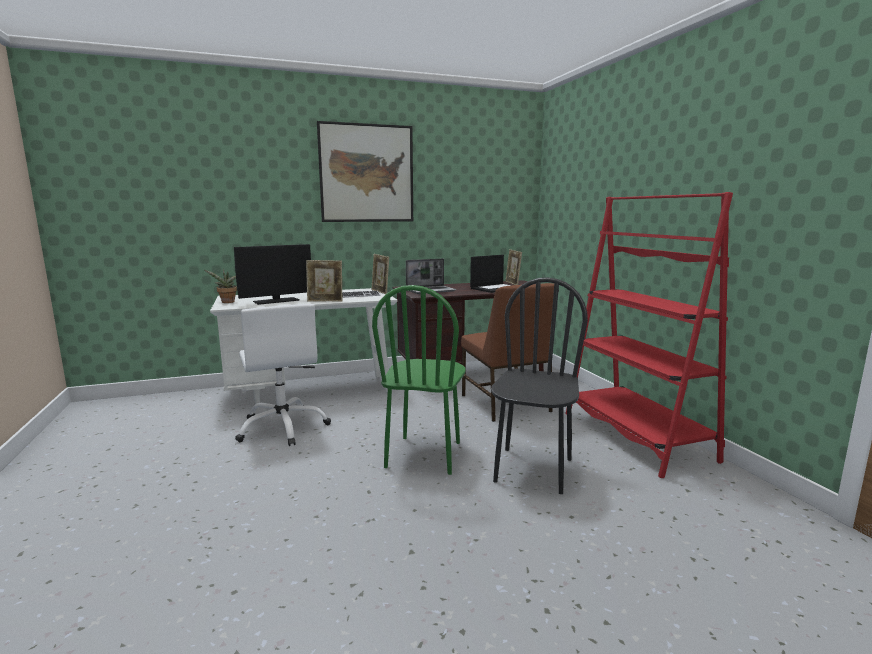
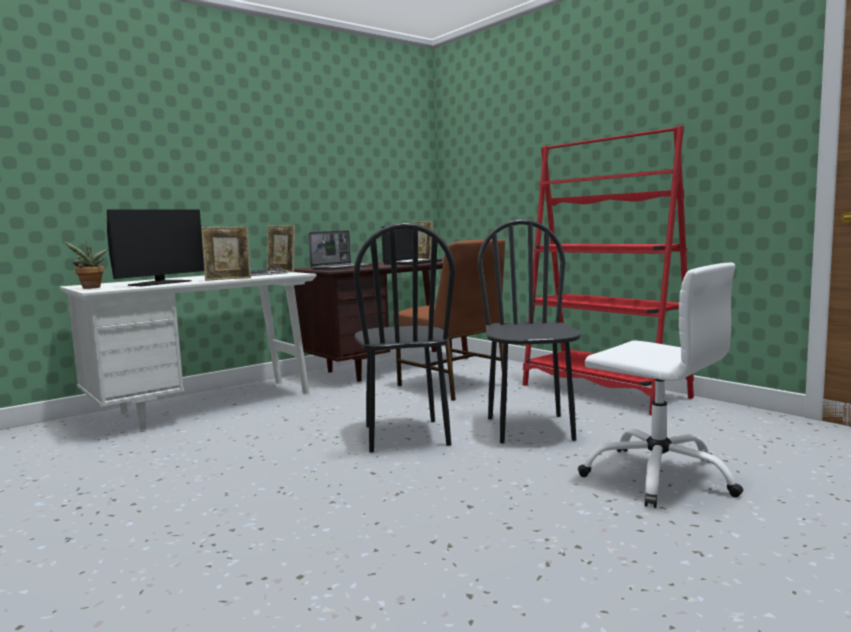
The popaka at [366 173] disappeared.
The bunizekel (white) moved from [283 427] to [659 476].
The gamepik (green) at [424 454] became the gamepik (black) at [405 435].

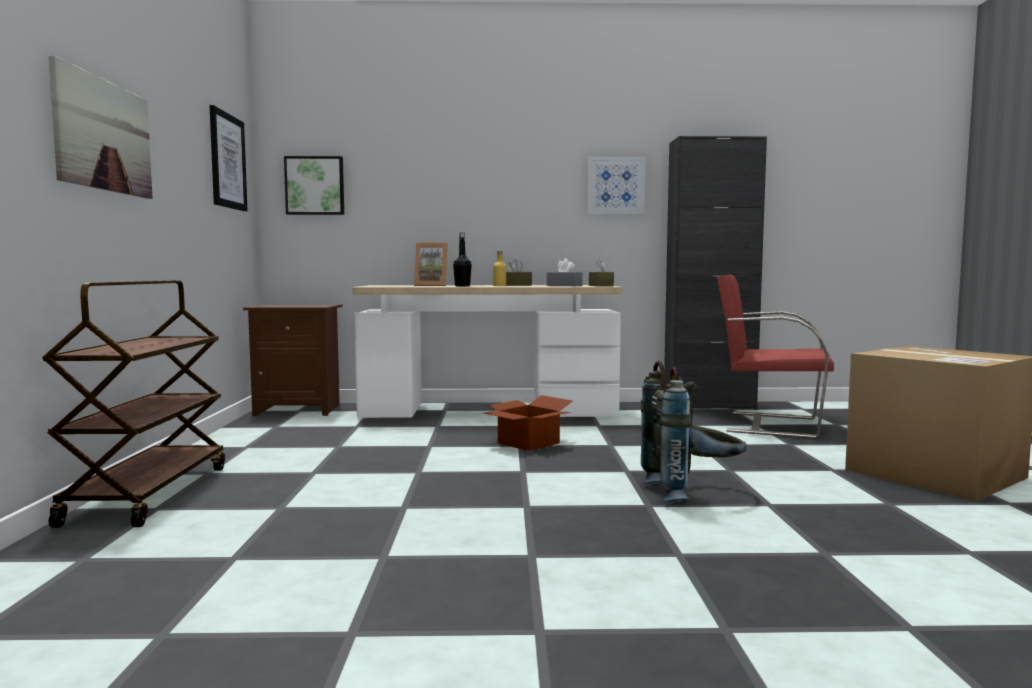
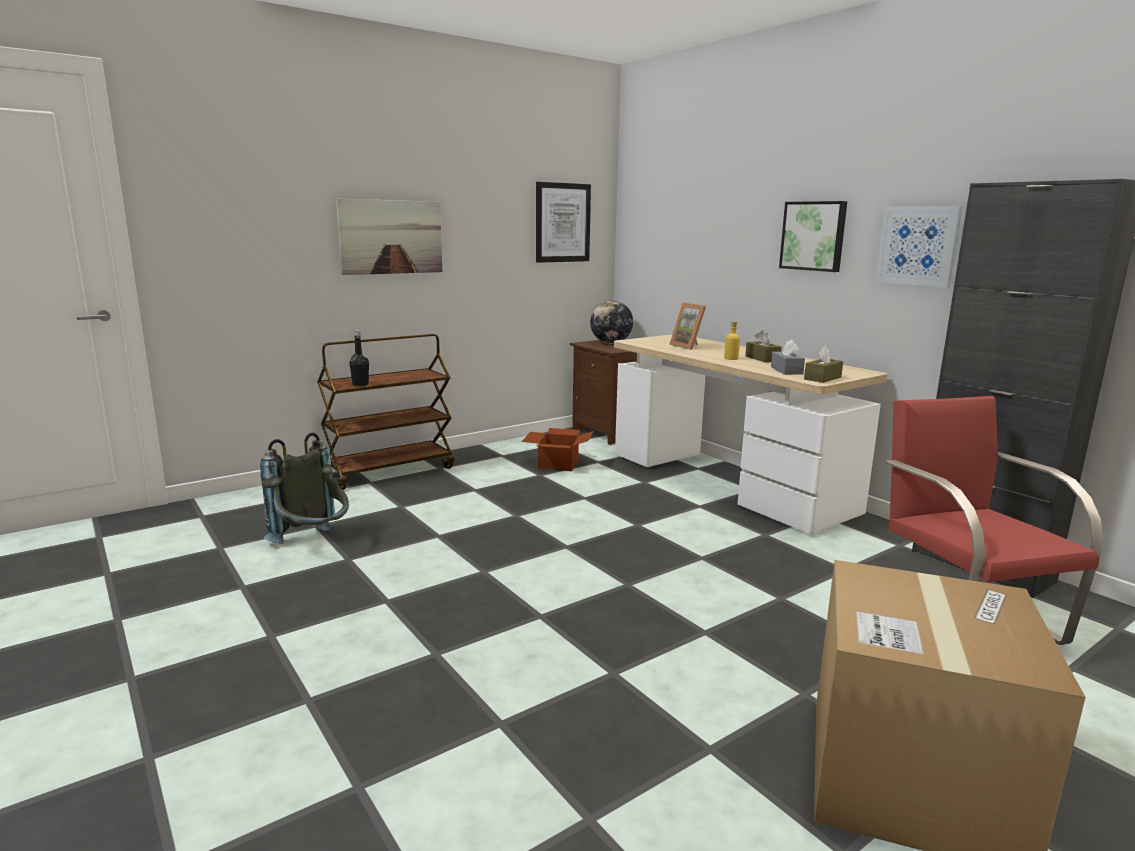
The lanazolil at [611 343] appeared.
The popaka moved from [315 186] to [814 236].
The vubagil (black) moved from [462 286] to [360 384].
The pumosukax moved from [526 443] to [557 464].
The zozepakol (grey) moved from [692 493] to [313 544].

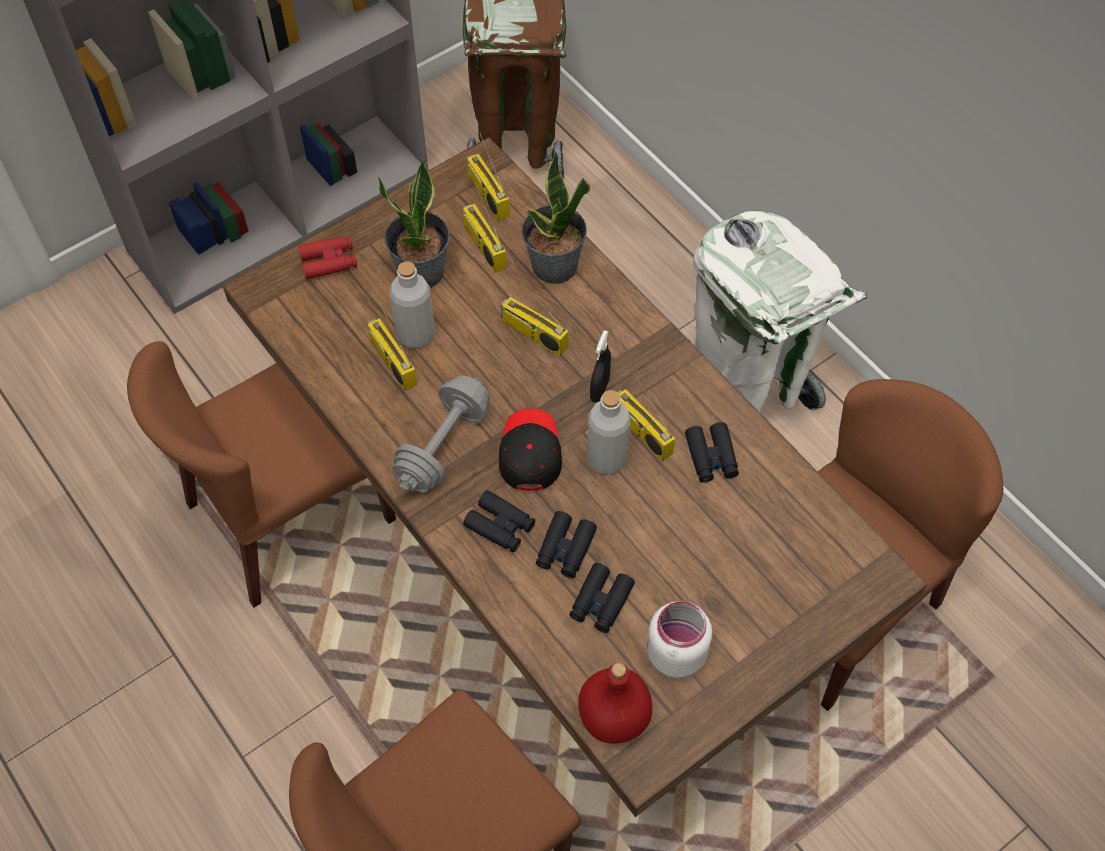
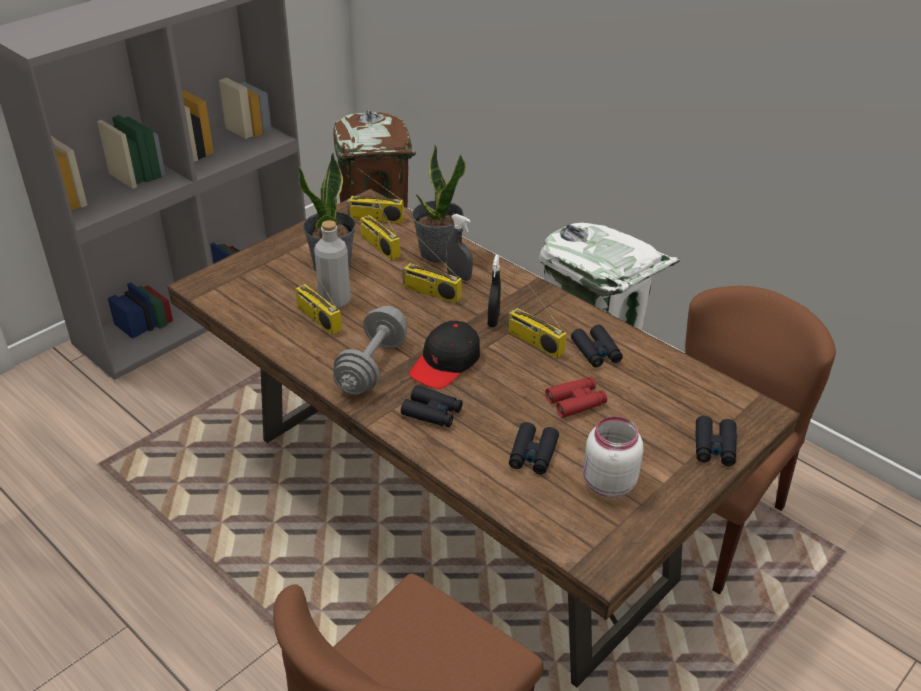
The gamepik (brown) at [290 514] disappeared.
The vubagil (red) at [614 716] disappeared.
The vubagil (grey) at [606 459] disappeared.
The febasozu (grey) at [459 276] appeared.
The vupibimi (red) moved from [329 261] to [576 402].
The vupibimi (black) moved from [565 549] to [714 447].
The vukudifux at [487 195] turned 45 degrees counterclockwise.
The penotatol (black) at [529 453] turned 135 degrees counterclockwise.

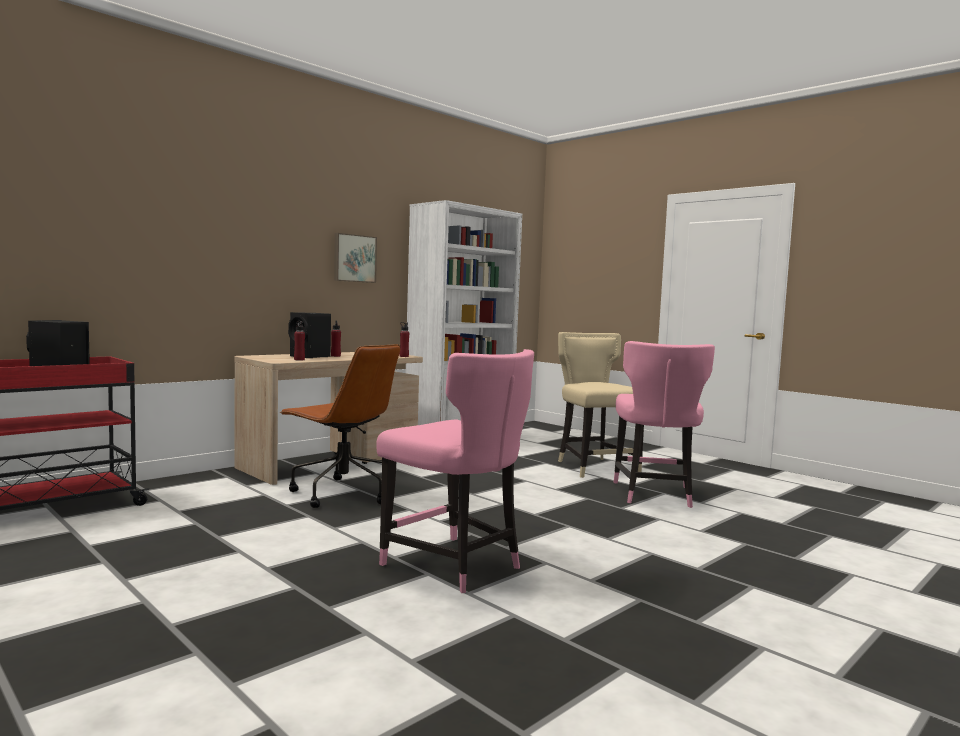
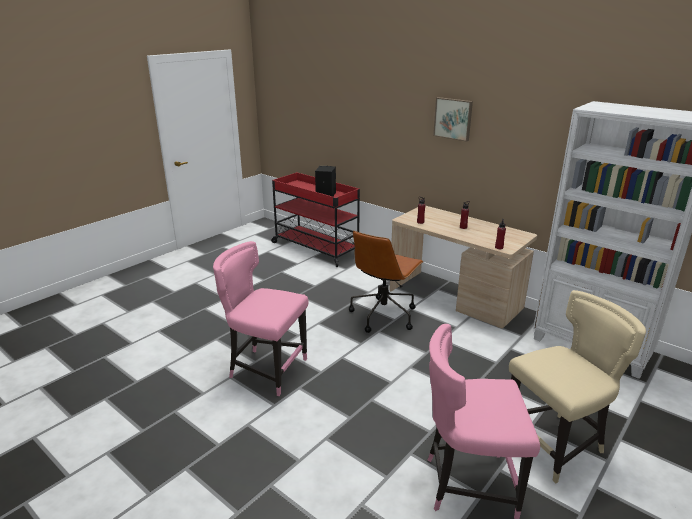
The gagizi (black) at [310 357] disappeared.
The popaka moved from [354 258] to [453 118].
The gamepik (pink) at [455 566] turned 75 degrees clockwise.

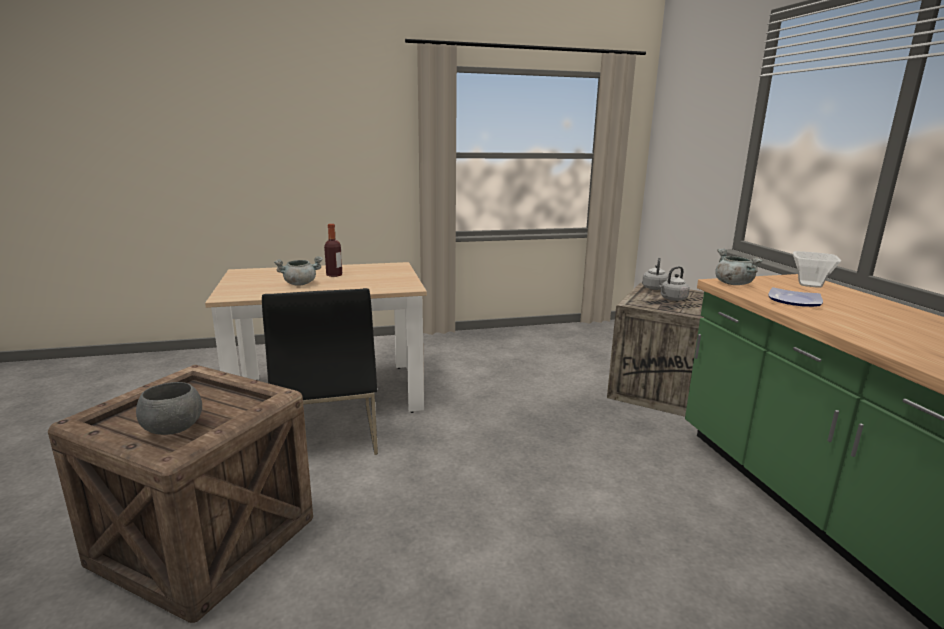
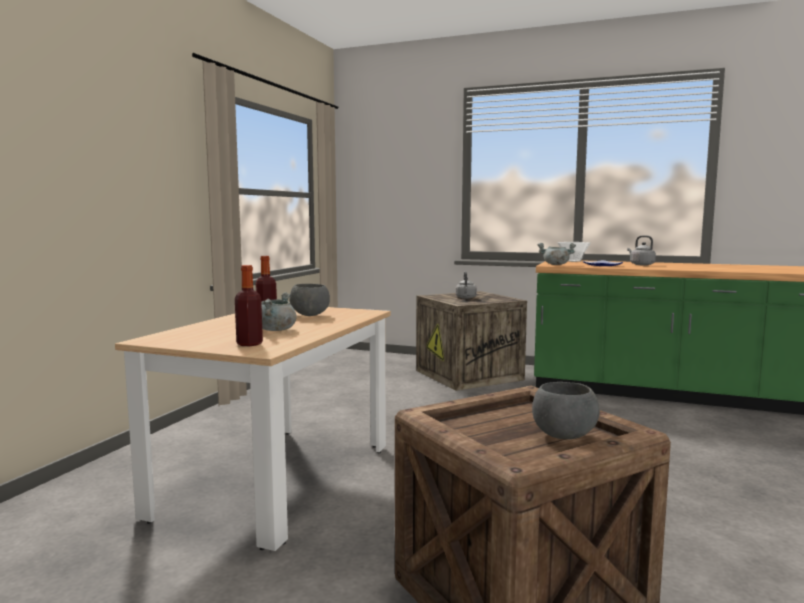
The gamepik (black) at [327 434] disappeared.
The vubagil at [249 344] appeared.
The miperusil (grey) at [309 315] appeared.
The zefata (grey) moved from [654 288] to [640 264].

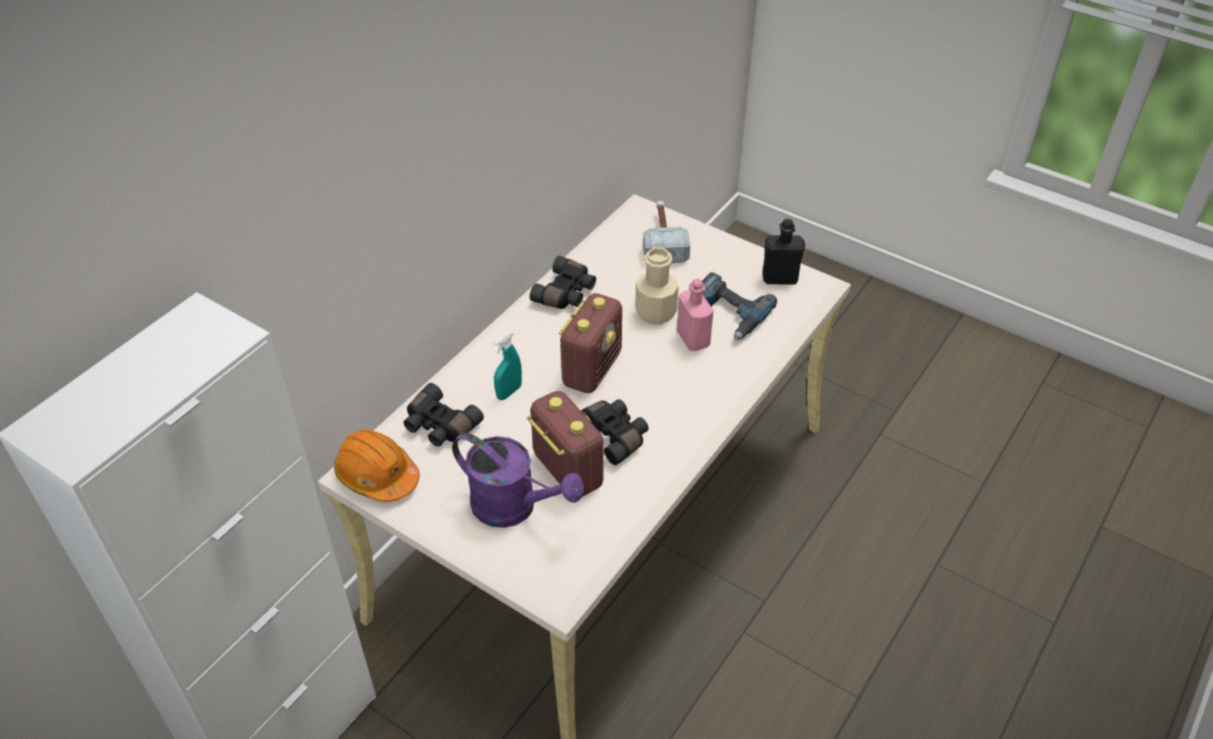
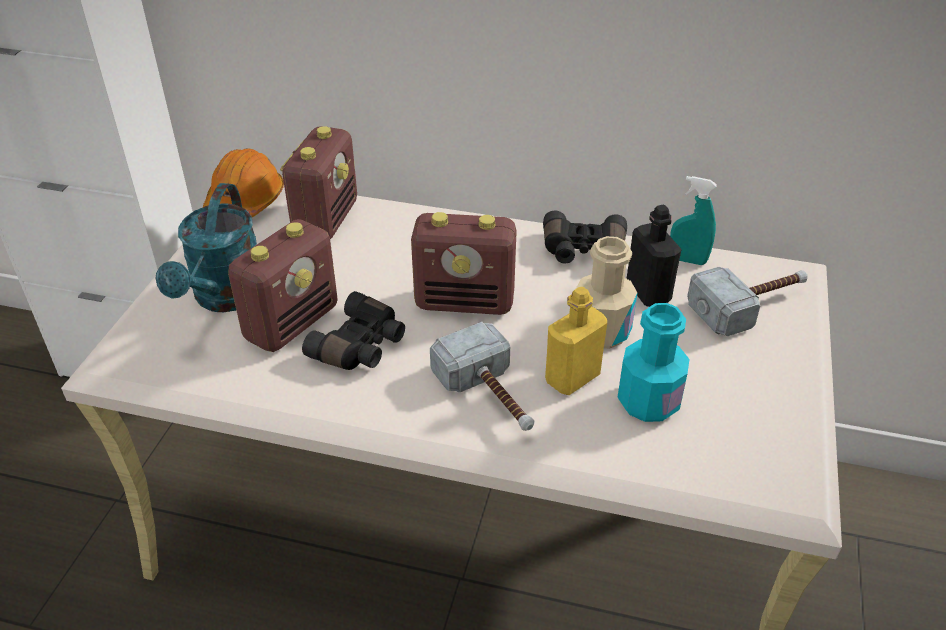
The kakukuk at [491 397] appeared.
The febasozu (turquoise) moved from [509 392] to [687 260].
The vubagil (black) moved from [779 278] to [648 292].
The vupibimi (black) at [439 426] was replaced by the vukudifux at [326 220].
The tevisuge at [728 313] was replaced by the vubagil (turquoise) at [648 402].
The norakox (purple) at [514 507] became the norakox (turquoise) at [225 298].
The vubagil (pink) at [693 339] became the vubagil (yellow) at [572 378].

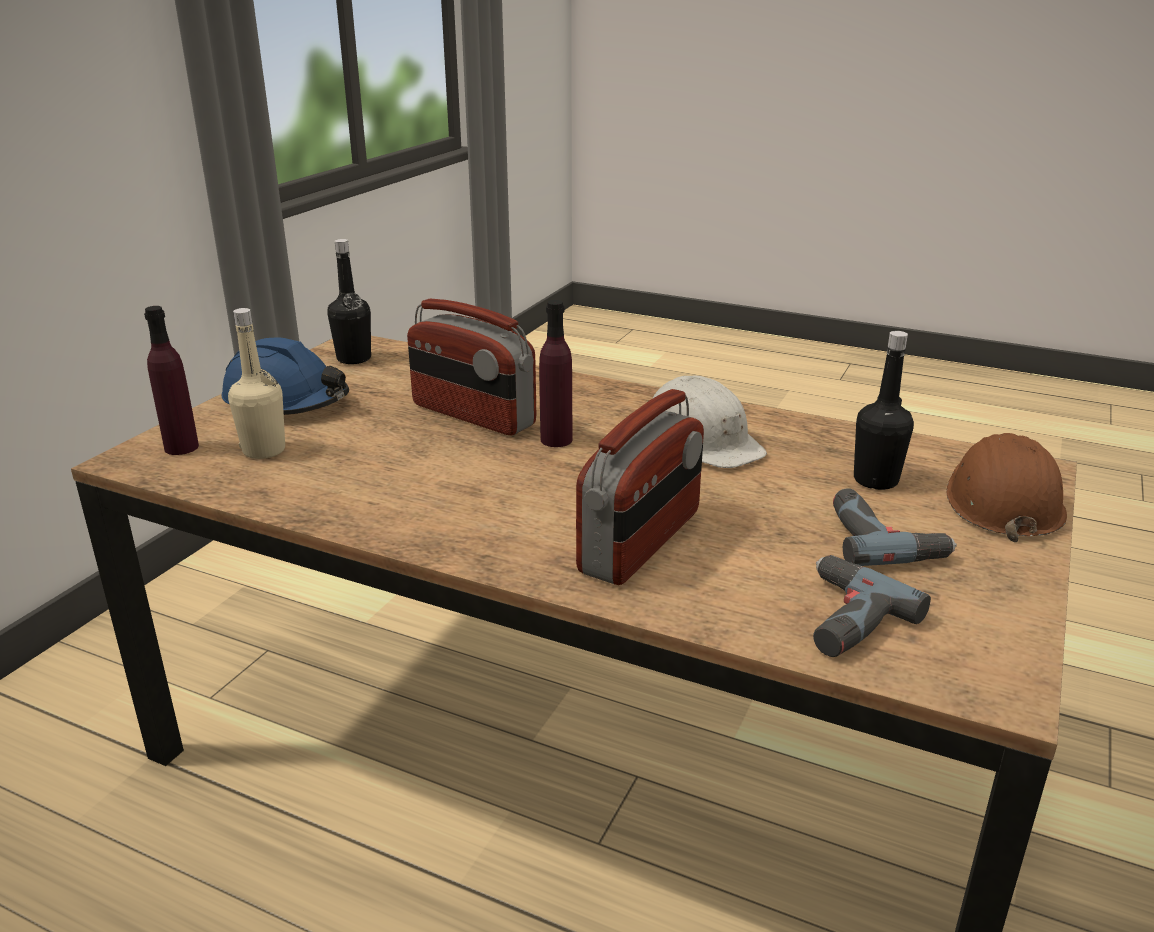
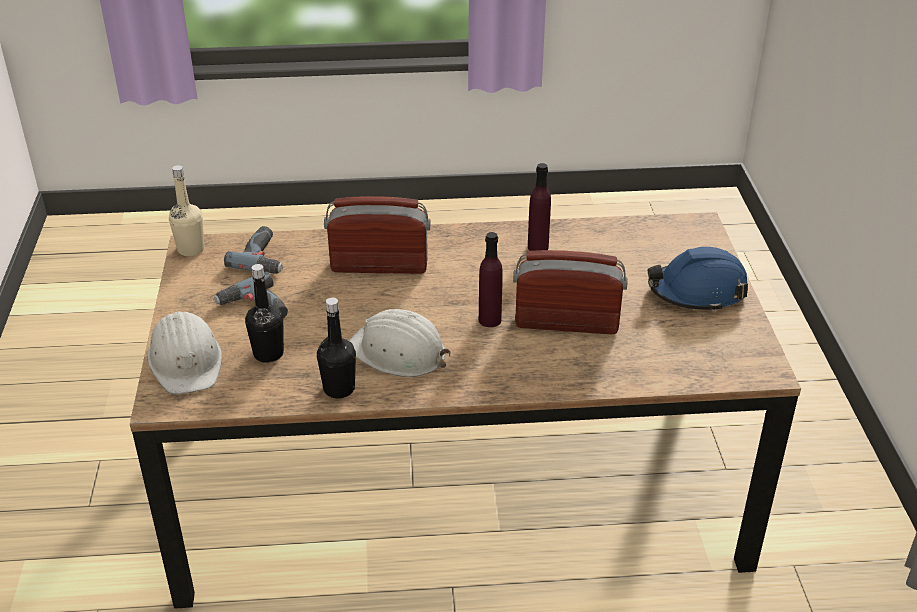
The vubagil (purple) moved from [181 447] to [538 247].
The vubagil (beige) moved from [264 450] to [191 249].
The vubagil (black) moved from [354 358] to [339 389].
The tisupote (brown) at [1001 502] became the tisupote (white) at [186 361].
The vukudifux at [642 542] turned 90 degrees clockwise.

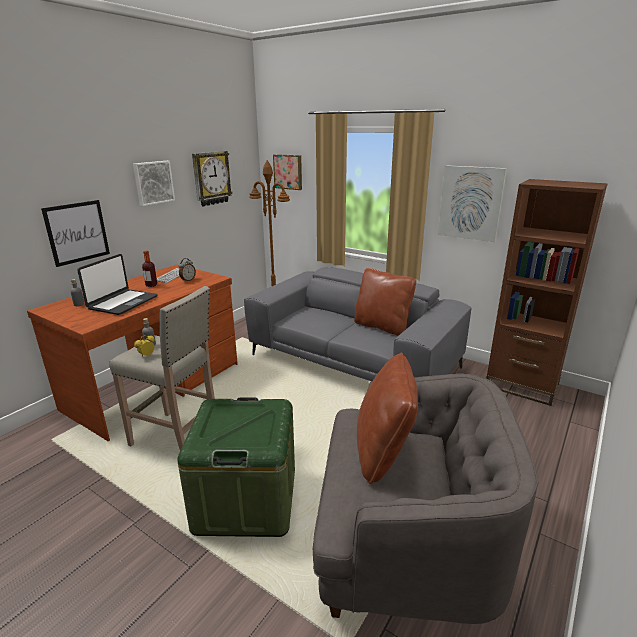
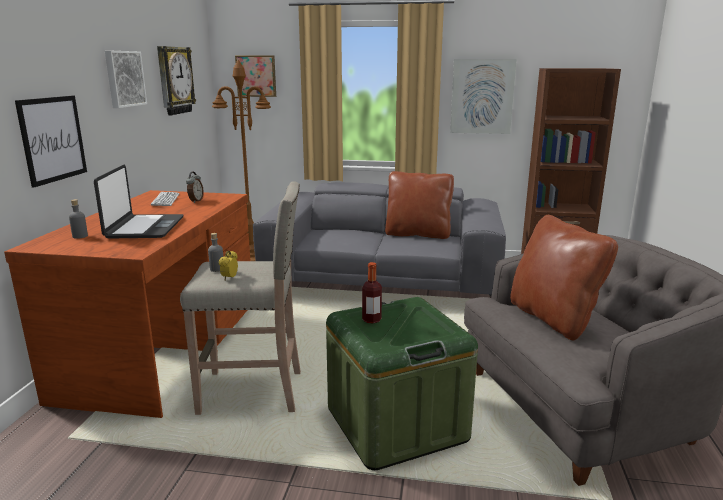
The vubagil moved from [151 285] to [371 320].

